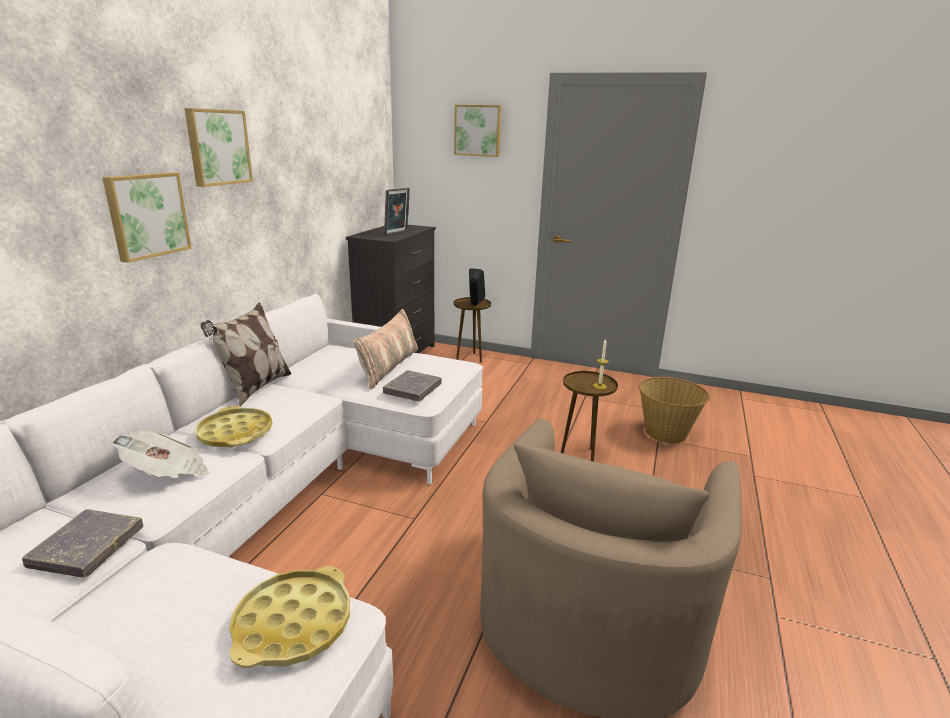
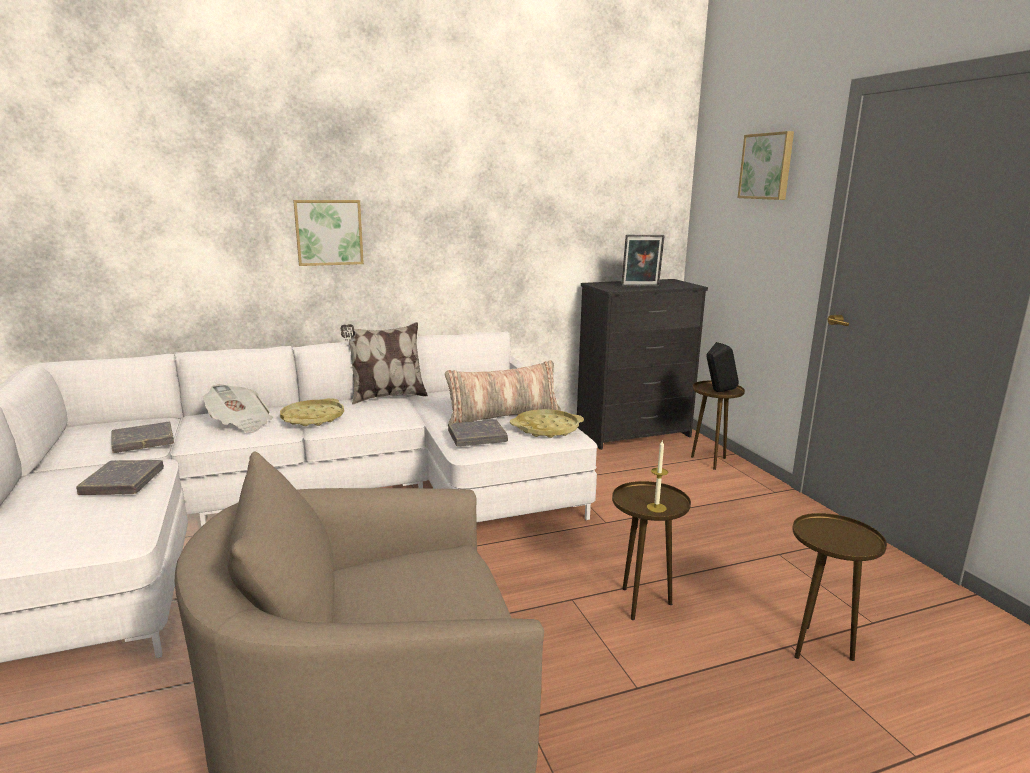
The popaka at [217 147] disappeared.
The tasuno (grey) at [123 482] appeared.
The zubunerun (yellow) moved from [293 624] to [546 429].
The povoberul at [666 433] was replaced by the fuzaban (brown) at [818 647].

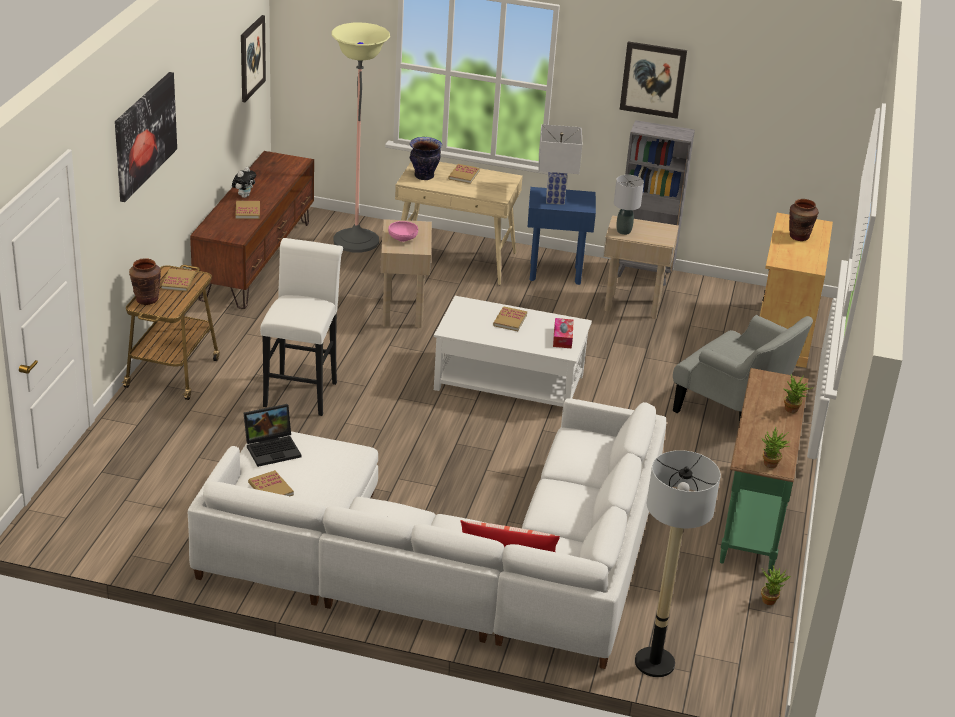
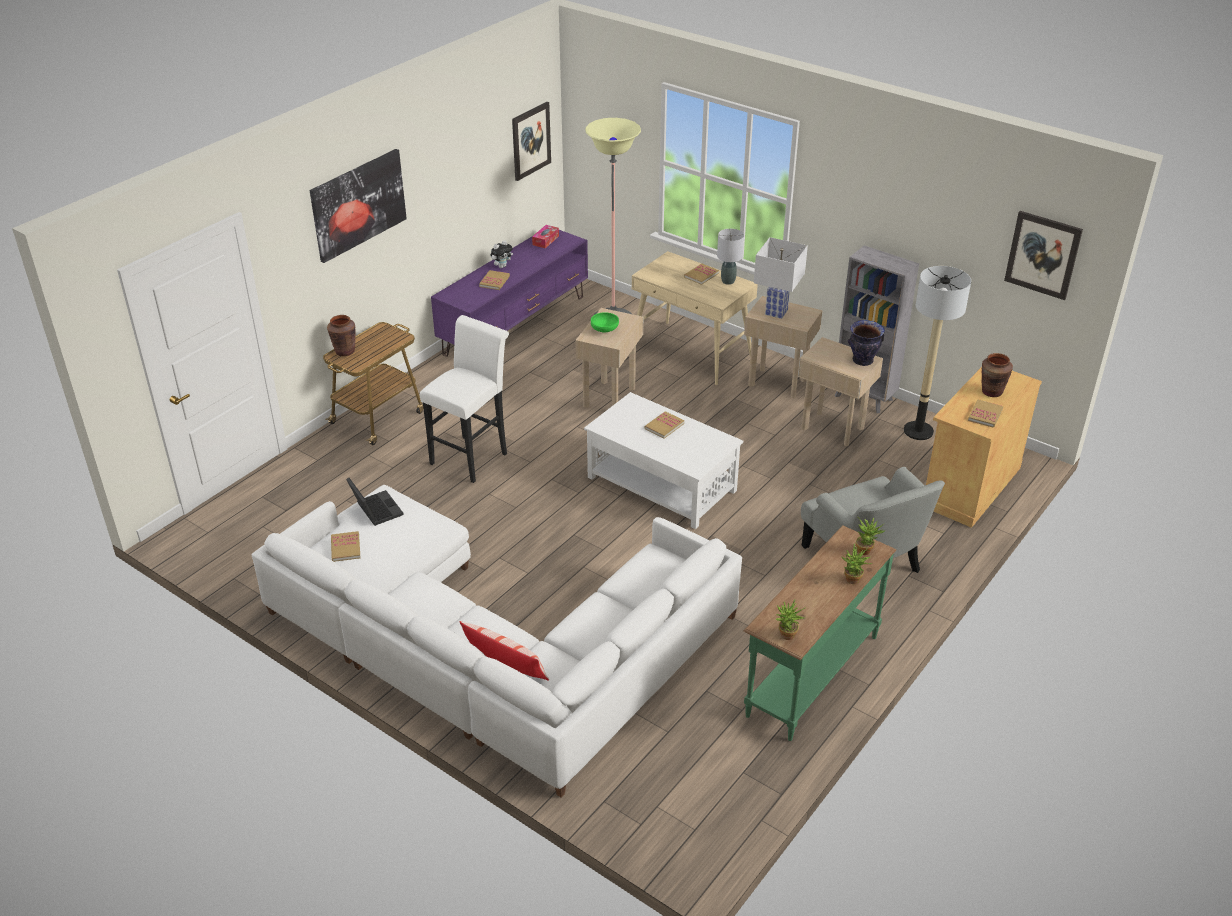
The tasuno moved from [178 282] to [985 415].
The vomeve moved from [424 176] to [863 361].
The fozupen moved from [562 338] to [545 240].
The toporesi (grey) moved from [623 231] to [728 281].
The popaka moved from [653 79] to [1043 255].
The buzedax moved from [654 663] to [918 431].
The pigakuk moved from [770 600] to [866 550].
The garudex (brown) at [256 259] became the garudex (purple) at [515 324].
The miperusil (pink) at [402 238] became the miperusil (green) at [604 329].
The fuzaban (blue) at [555 273] became the fuzaban (beige) at [777 382].
The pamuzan at [273 448] turned 120 degrees counterclockwise.

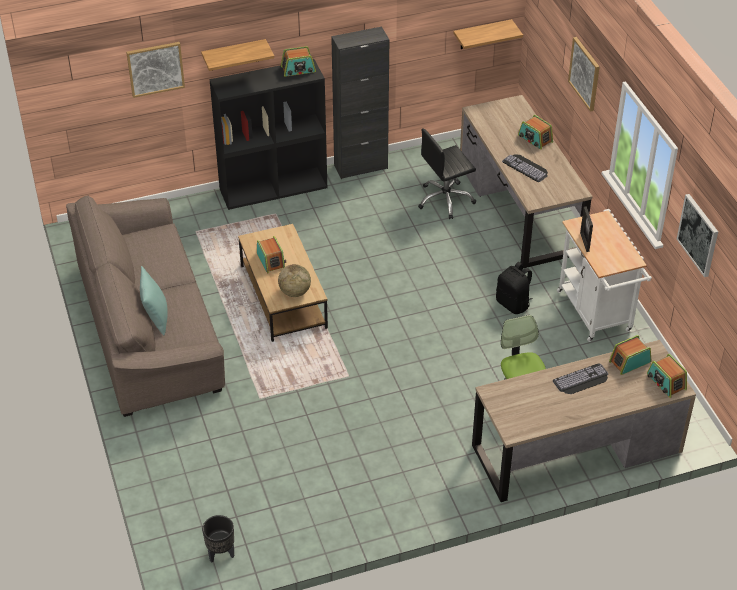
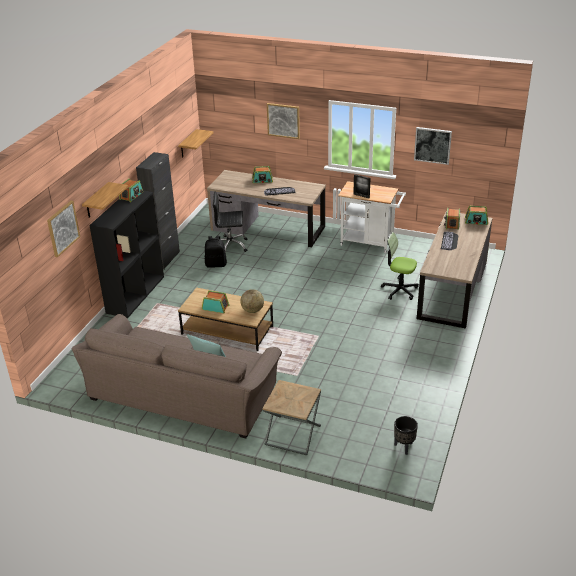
The fuzaban (brown) at [293 435] appeared.
The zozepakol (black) moved from [513 304] to [216 264].
The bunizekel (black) at [445 200] turned 75 degrees clockwise.

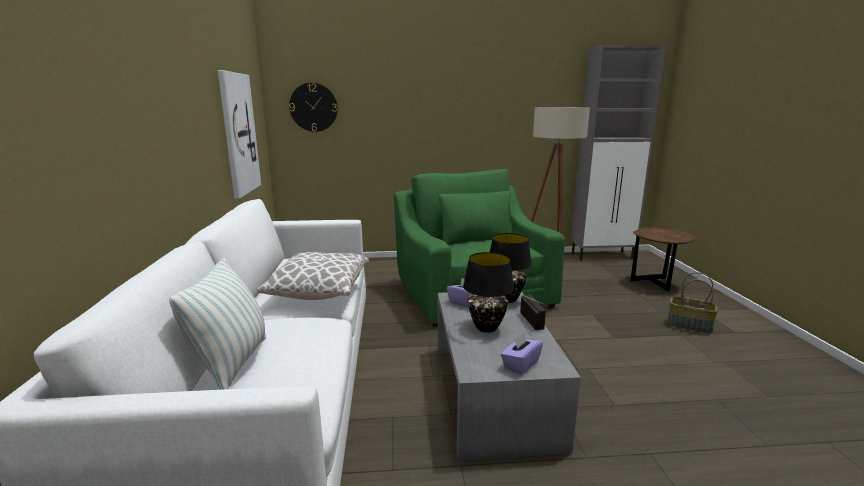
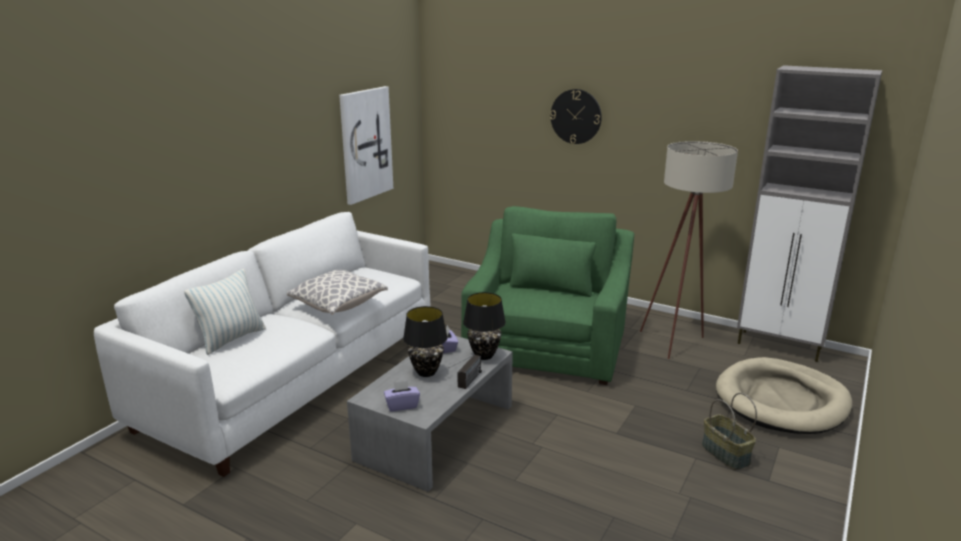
The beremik moved from [313 107] to [576 116].
The fuzaban (brown) at [656 284] was replaced by the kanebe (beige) at [781 401].

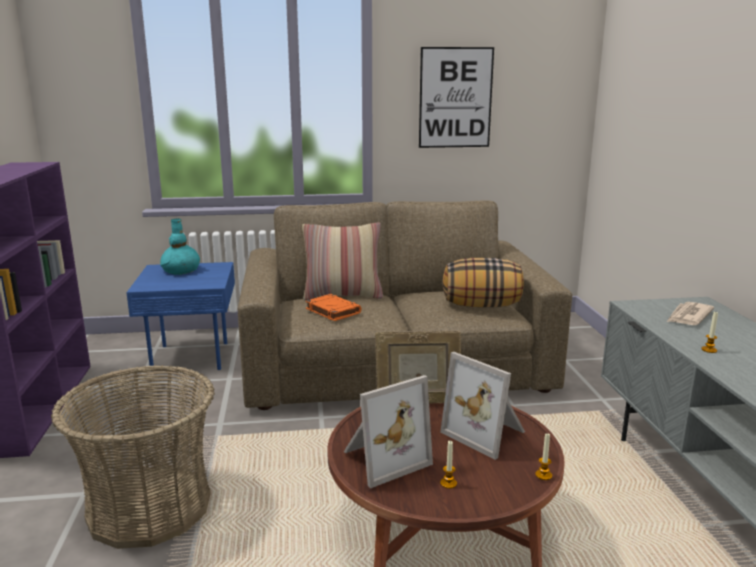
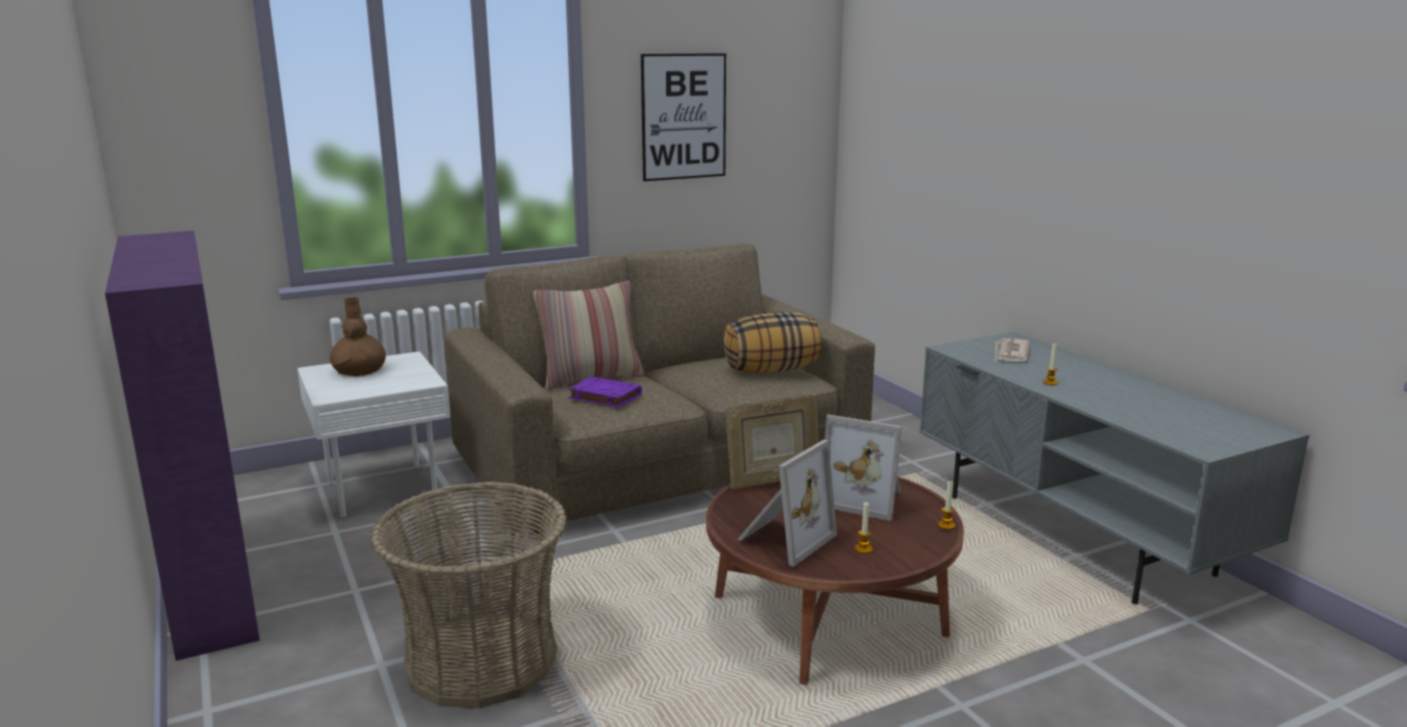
The fuzaban (blue) at [193 356] became the fuzaban (white) at [384 487].
The vomeve (turquoise) at [181 270] became the vomeve (brown) at [360 370].
The tasuno (orange) at [332 311] became the tasuno (purple) at [604 397].

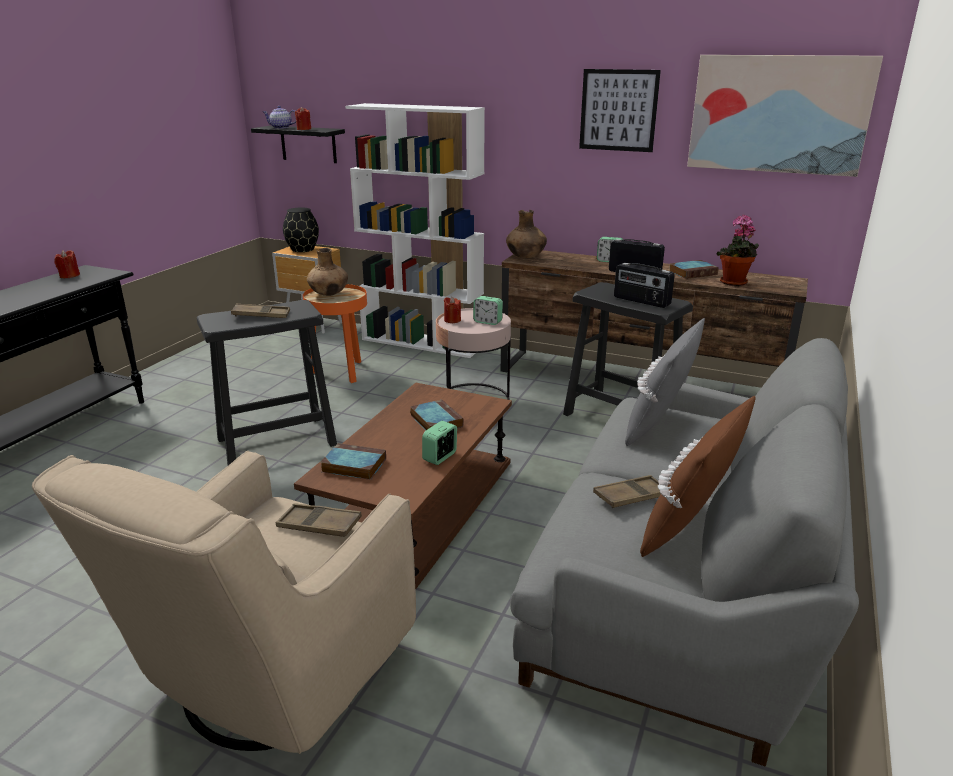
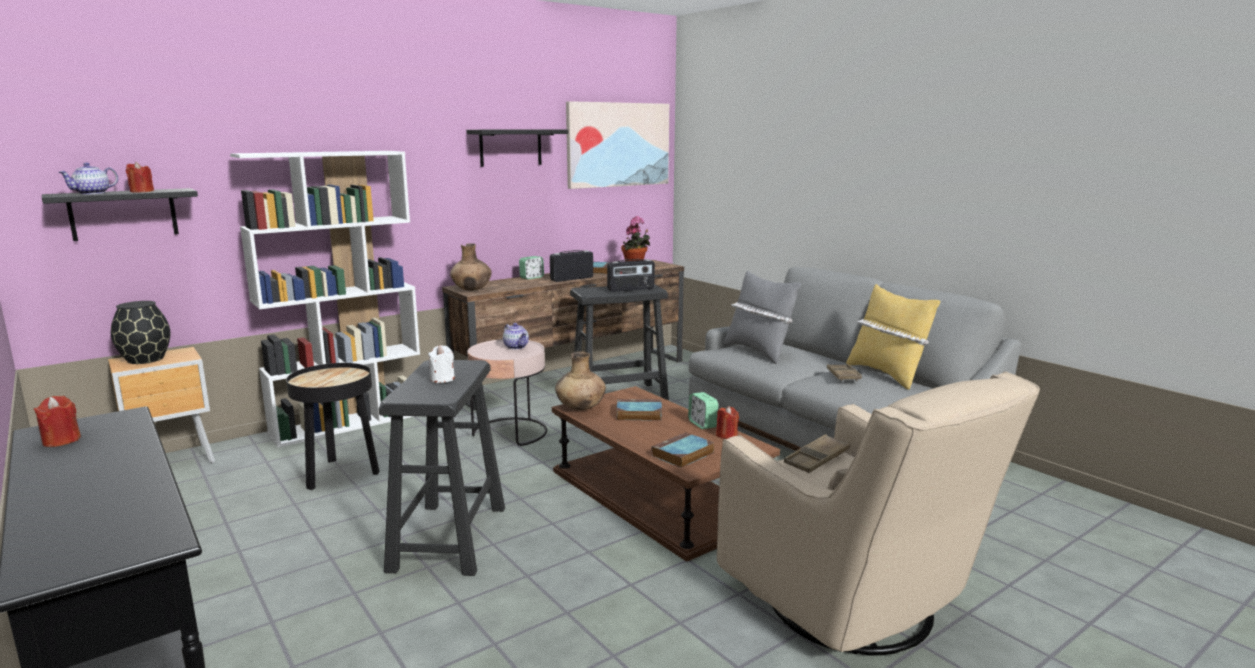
The vomeve (brown) moved from [329 294] to [580 408].
The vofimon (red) moved from [452 320] to [726 435].
The zubunerun (brown) at [261 315] was replaced by the vofimon (white) at [442 379].
The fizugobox at [487 322] was replaced by the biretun at [516 347].
The popaka at [618 110] was replaced by the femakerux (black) at [510 147].
The fuzaban (orange) at [341 372] became the fuzaban (black) at [340 473].
The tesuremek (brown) at [690 529] became the tesuremek (yellow) at [887 374].

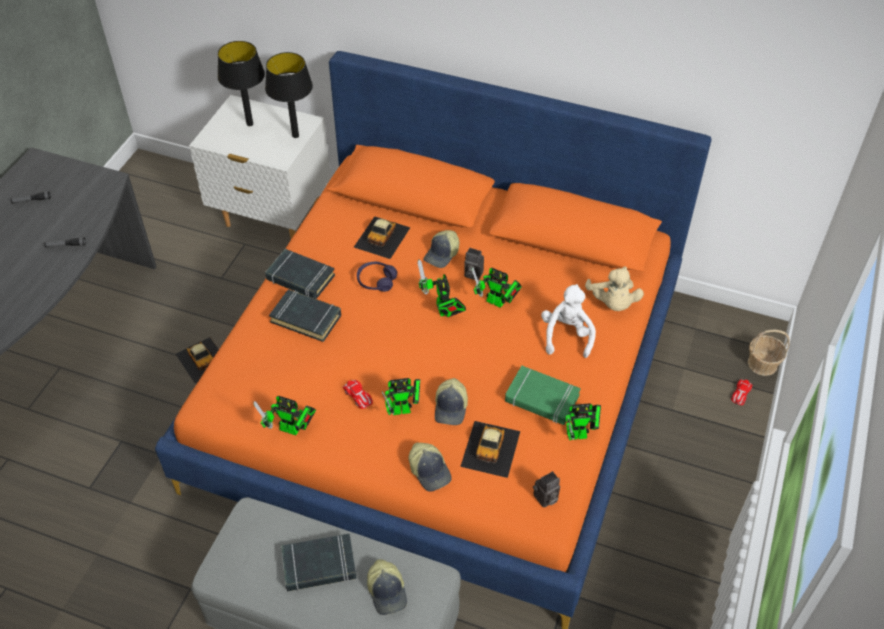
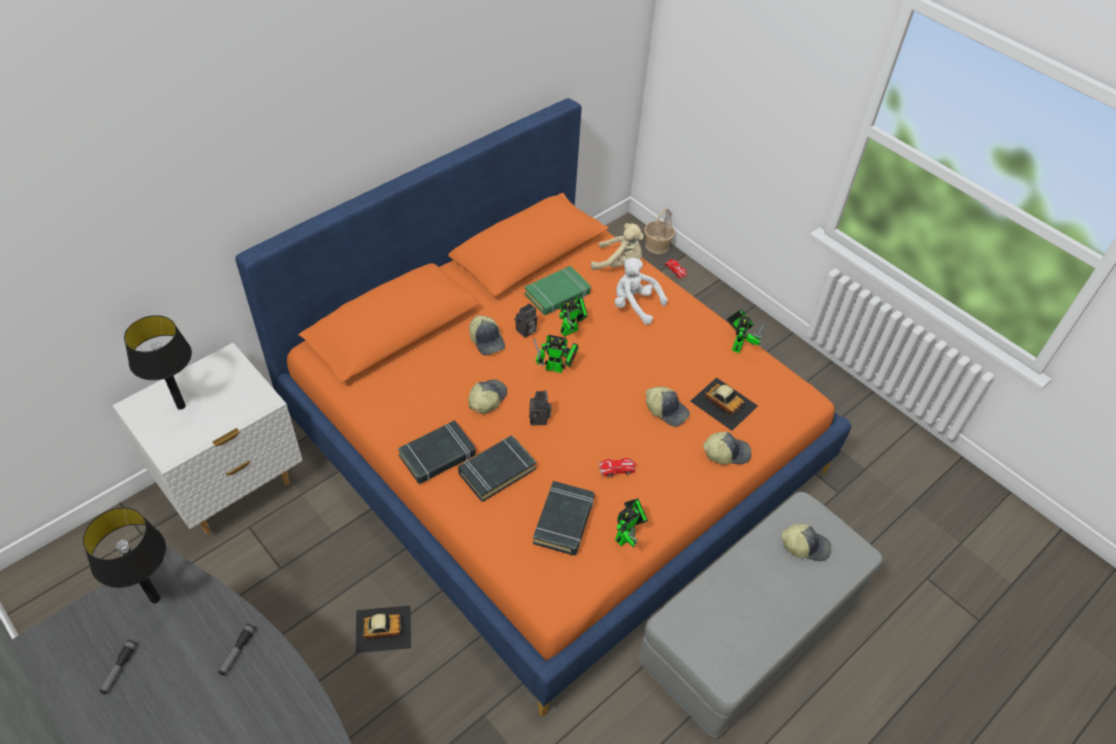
The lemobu at [382 237] disappeared.
The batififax at [404 410] disappeared.
The toporesi (black) moved from [295 135] to [155 598].
The tasuno (black) moved from [319 566] to [564 521].
The tasuno (green) moved from [541 399] to [557 294].
The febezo moved from [545 499] to [539 419].
The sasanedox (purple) at [376 281] was replaced by the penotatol at [486 399].

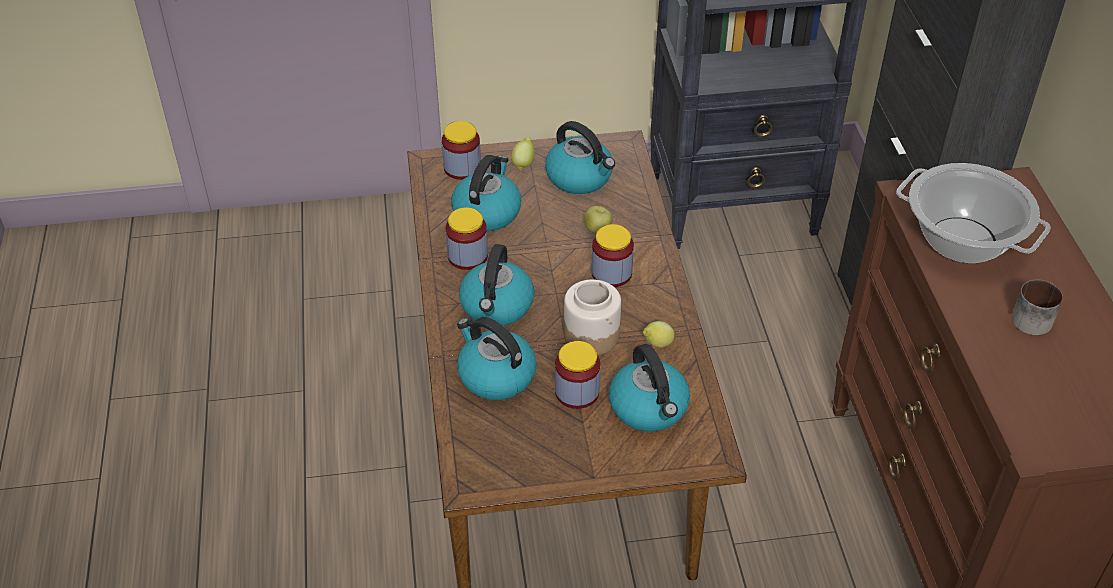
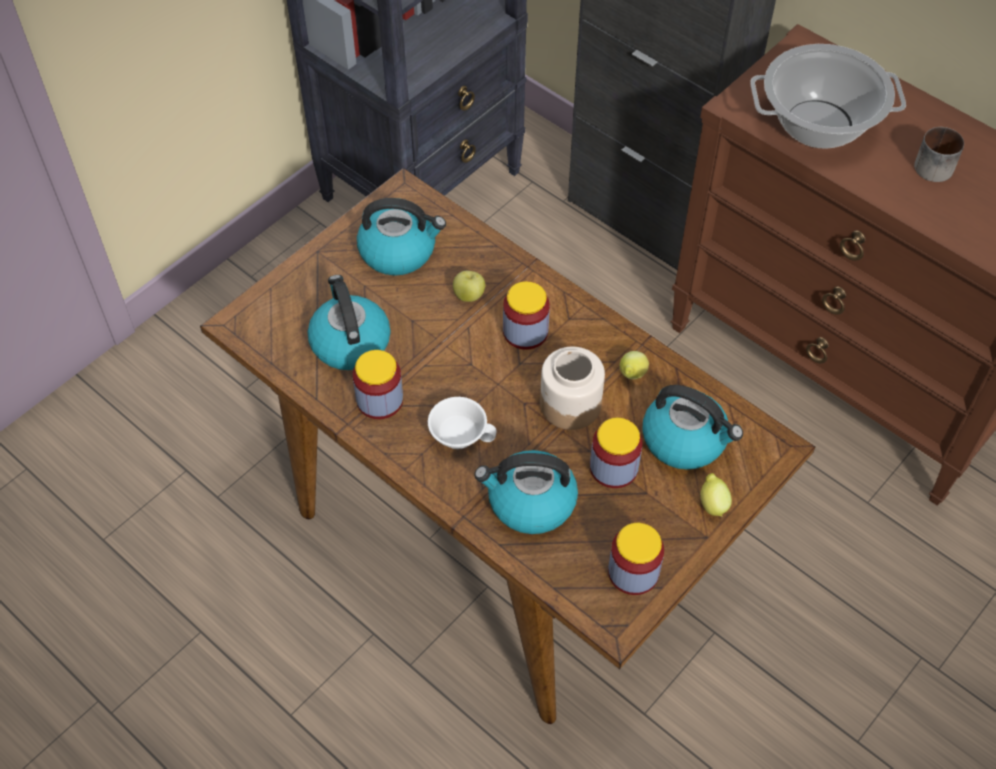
The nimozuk moved from [462 168] to [633 572].
The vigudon moved from [523 163] to [712 504].
The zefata at [497 306] was replaced by the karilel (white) at [460 433].

